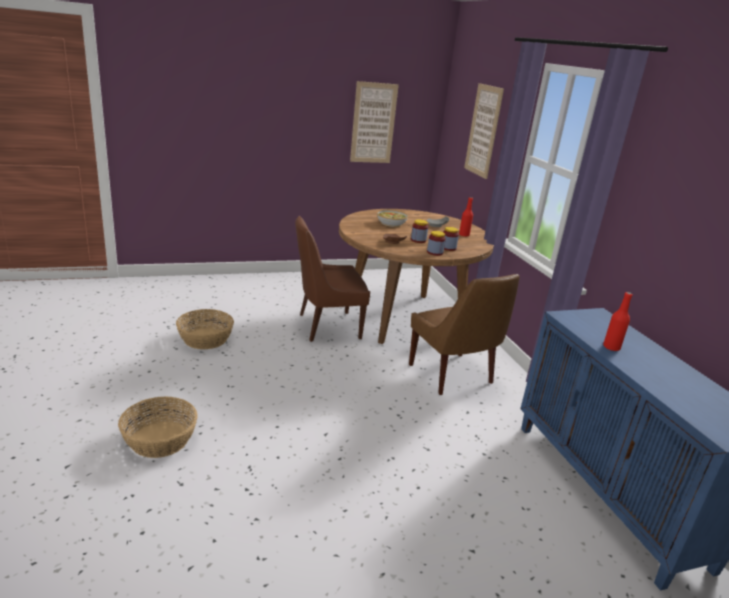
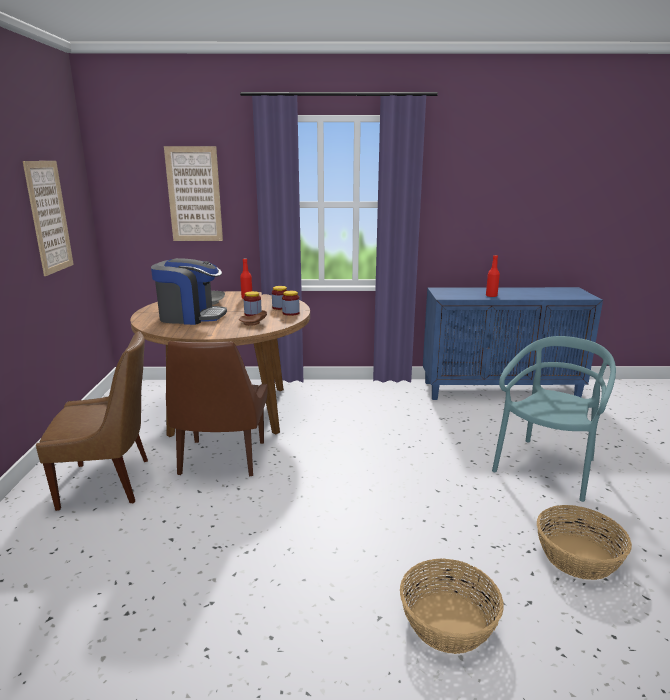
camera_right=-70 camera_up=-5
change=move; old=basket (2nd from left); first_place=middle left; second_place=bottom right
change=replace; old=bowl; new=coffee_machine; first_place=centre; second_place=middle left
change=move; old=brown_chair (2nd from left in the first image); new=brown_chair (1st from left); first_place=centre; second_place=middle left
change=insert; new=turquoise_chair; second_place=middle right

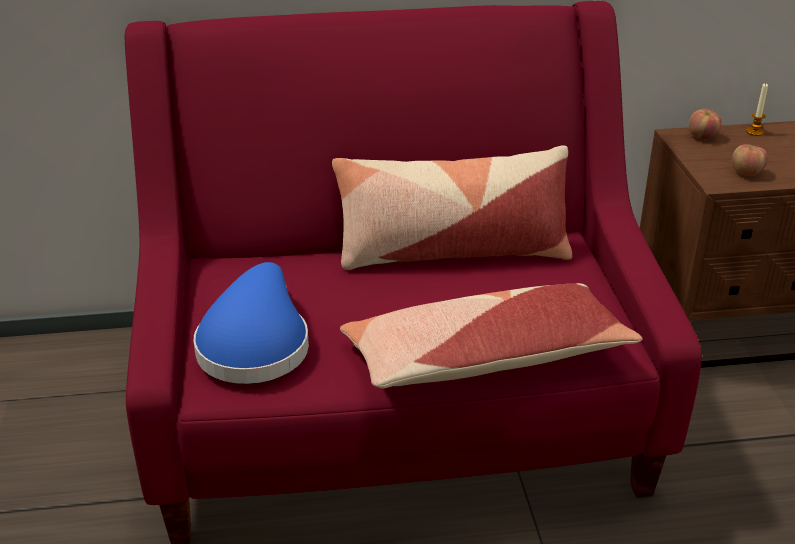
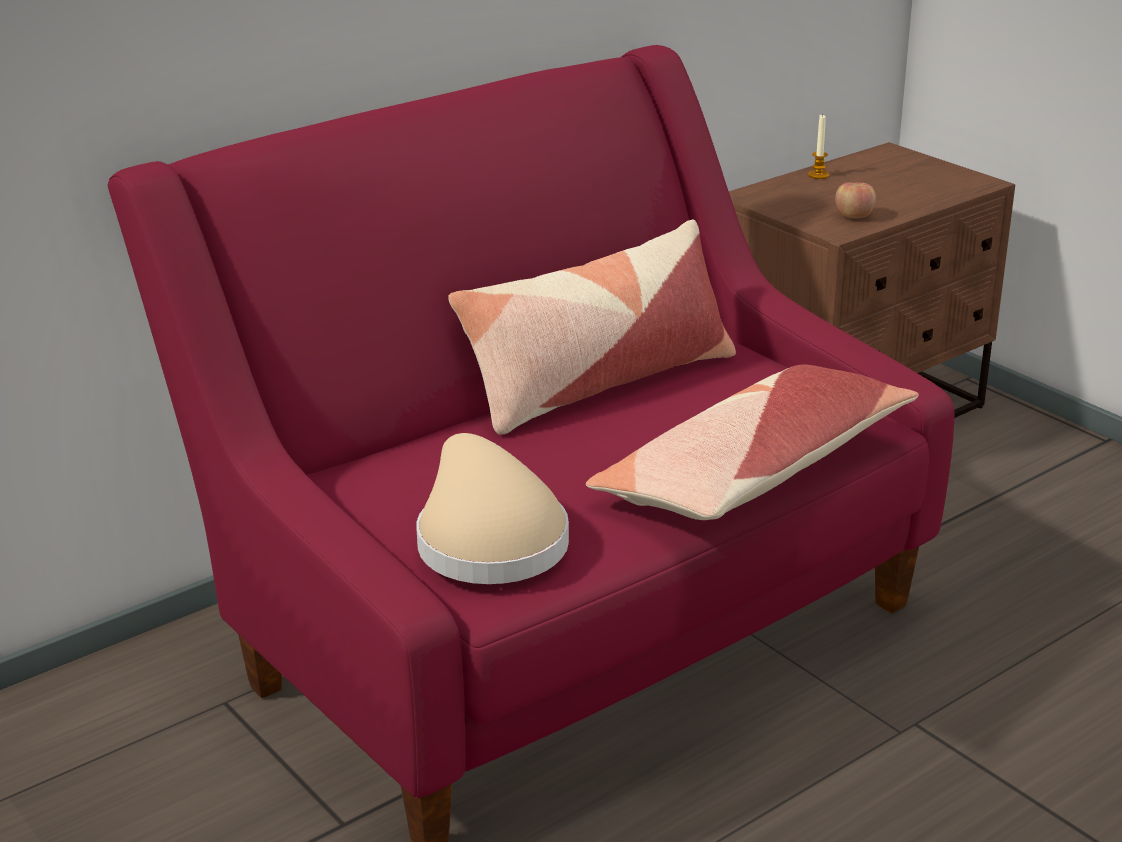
camera_right=-30 camera_up=-5
change=recolor; old=blue_hat; new=beige_hat; first_place=middle left; second_place=centre
change=delete; old=apple (1st from left); first_place=top right

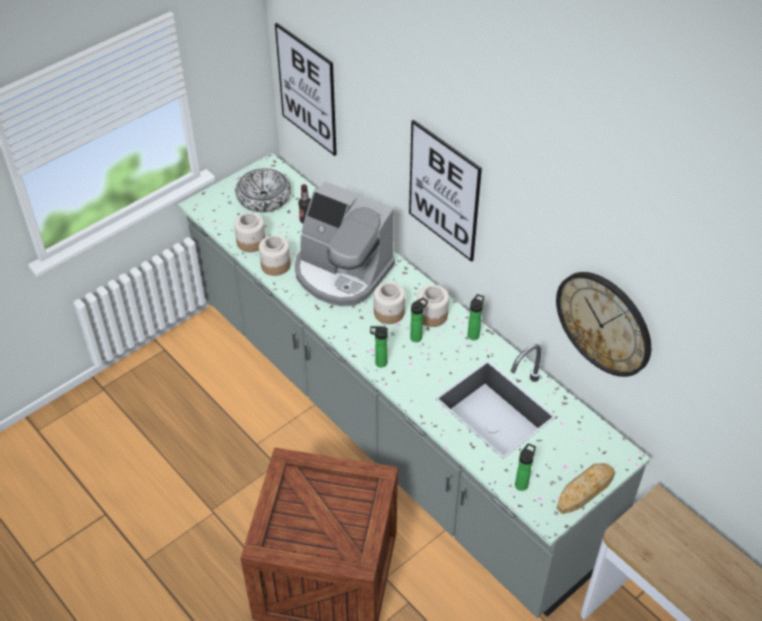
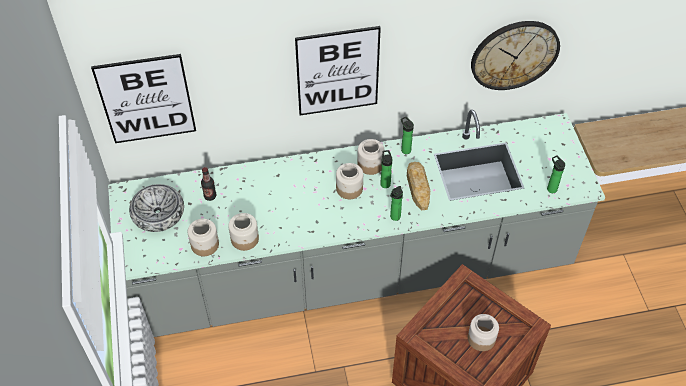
camera_right=-60 camera_up=5
change=delete; old=coffee_machine; first_place=centre
change=move; old=bread; first_place=bottom right; second_place=centre
change=insert; new=jar (5th from left); second_place=bottom right

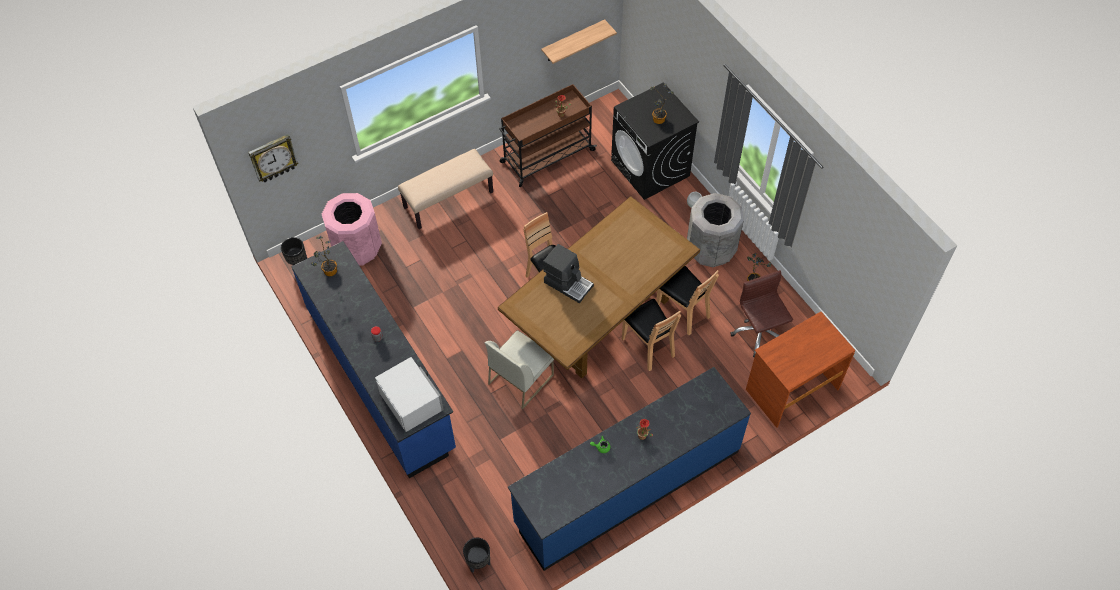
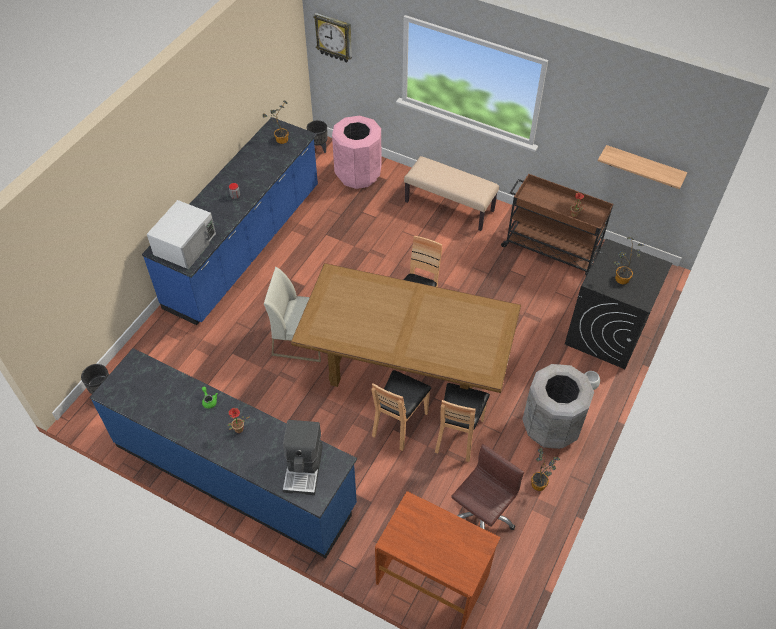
camera_right=60 camera_up=-5
change=move; old=coffee_machine; first_place=centre; second_place=bottom centre

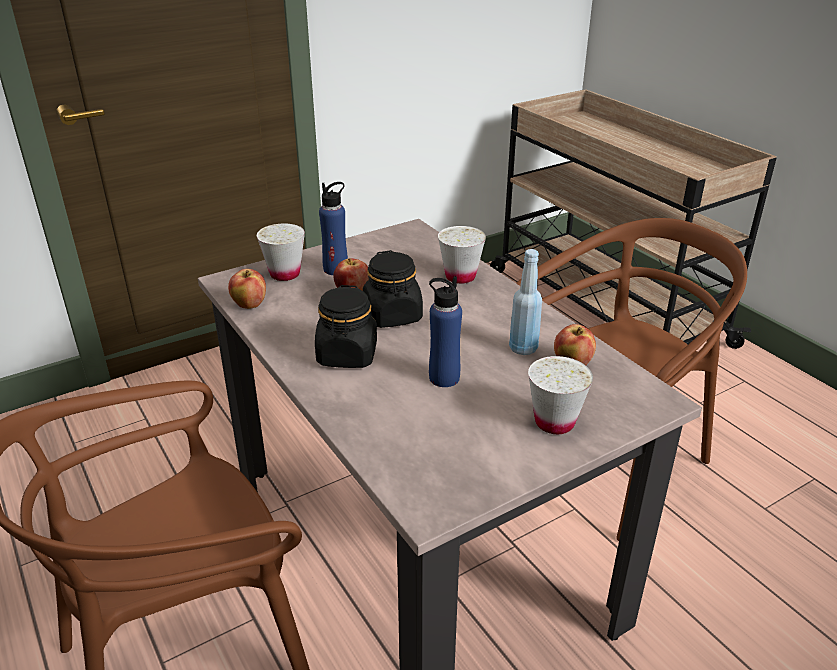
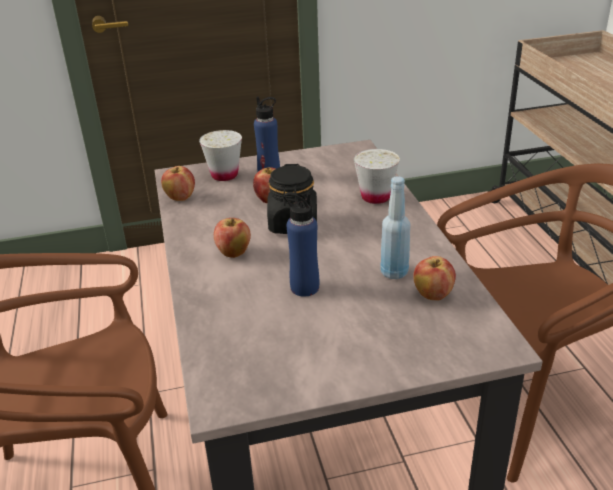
camera_right=20 camera_up=0
change=replace; old=black_jar (1st from left); new=apple (2nd from left); first_place=centre; second_place=centre
change=delete; old=white_cup (3rd from left); first_place=middle right

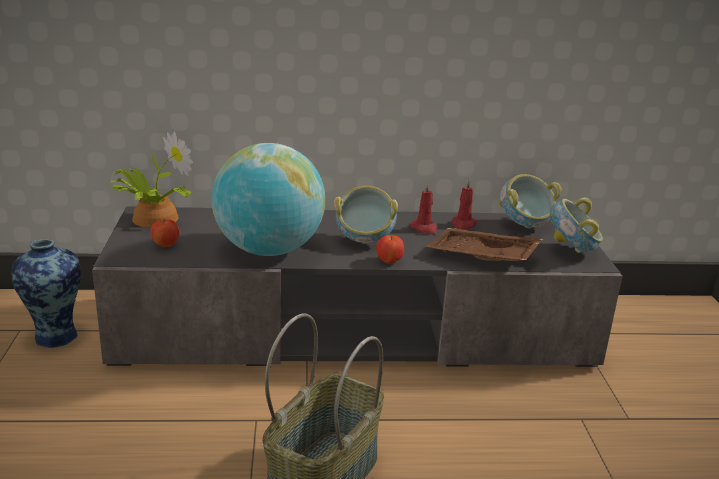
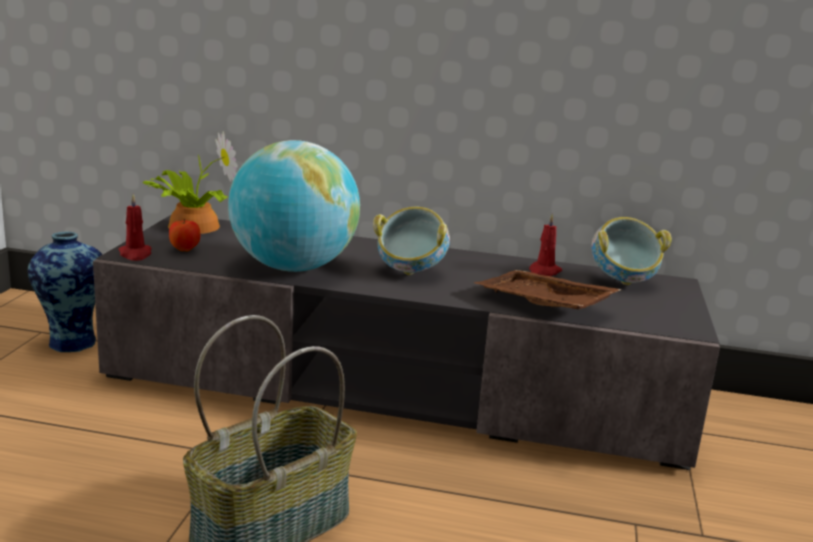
camera_right=15 camera_up=-5
change=delete; old=apple (2nd from left); first_place=centre
change=move; old=red_candle (1st from left); first_place=centre; second_place=middle left
change=delete; old=bowl (3rd from left); first_place=middle right

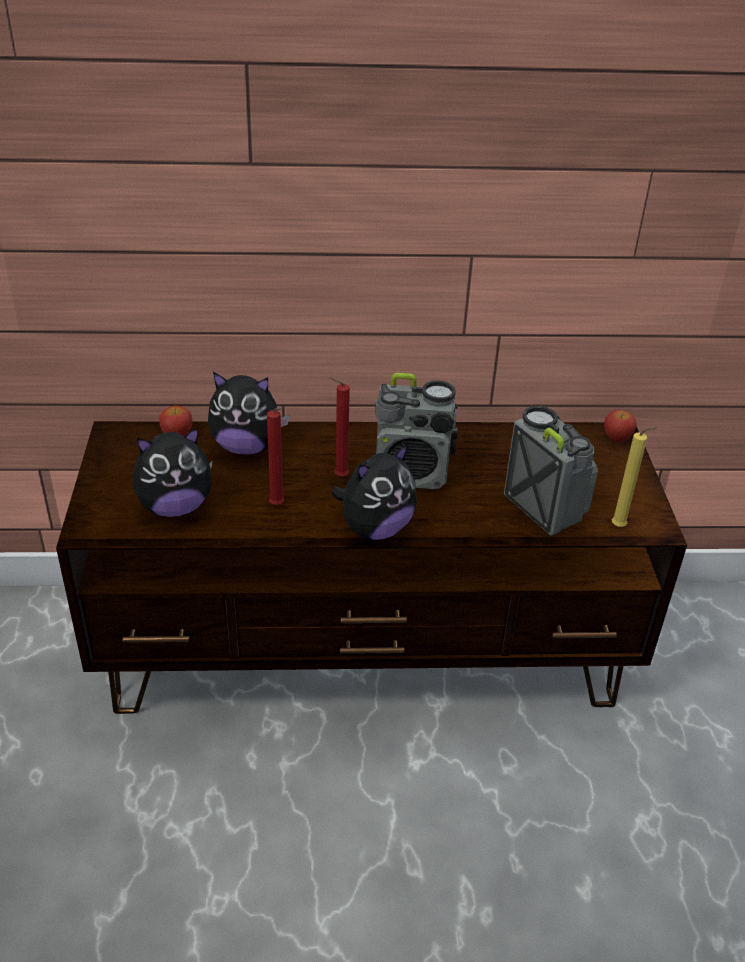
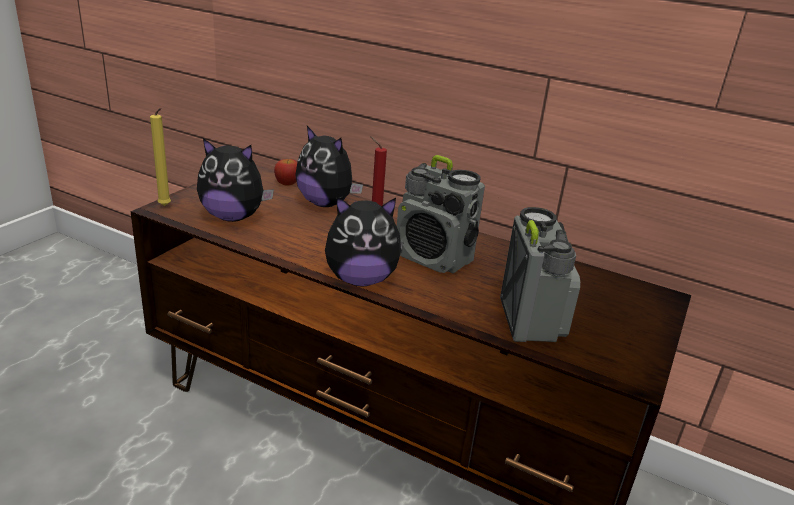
camera_right=30 camera_up=-10
change=delete; old=red_candle (1st from left); first_place=centre
change=delete; old=apple (2nd from left); first_place=middle right
change=move; old=yellow_candle; first_place=middle right; second_place=top left

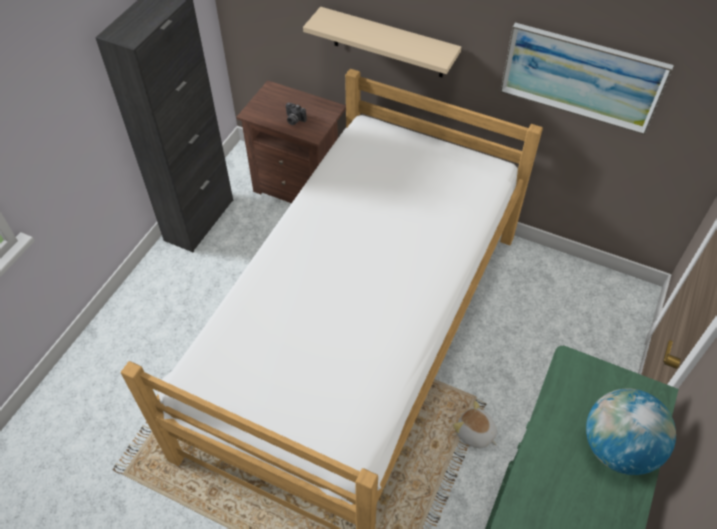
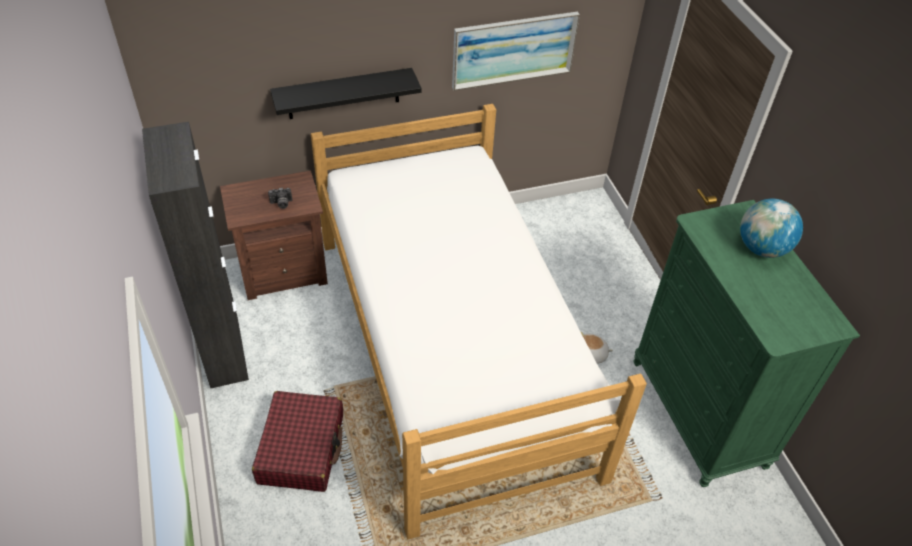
camera_right=-45 camera_up=-5
change=recolor; old=beige_shelf; new=black_shelf; first_place=top centre; second_place=top centre
change=insert; new=red_suitcase; second_place=bottom left

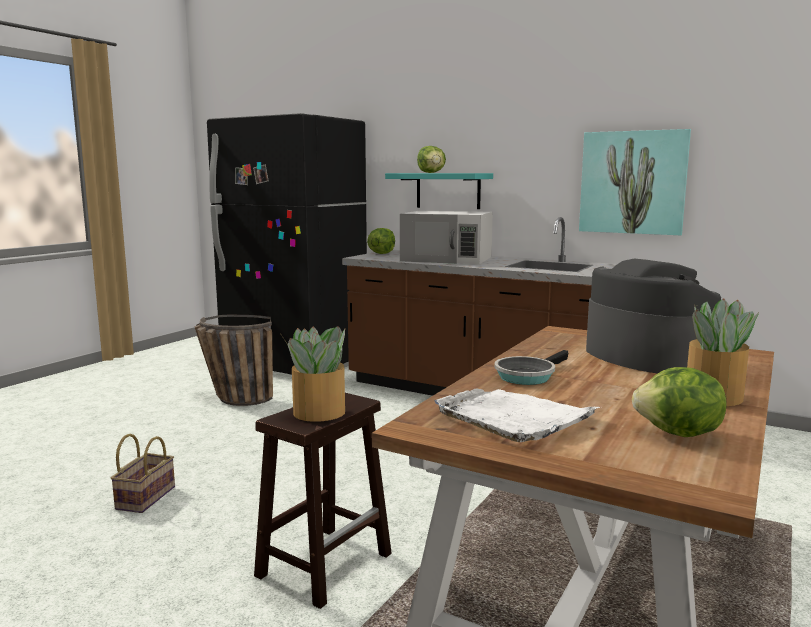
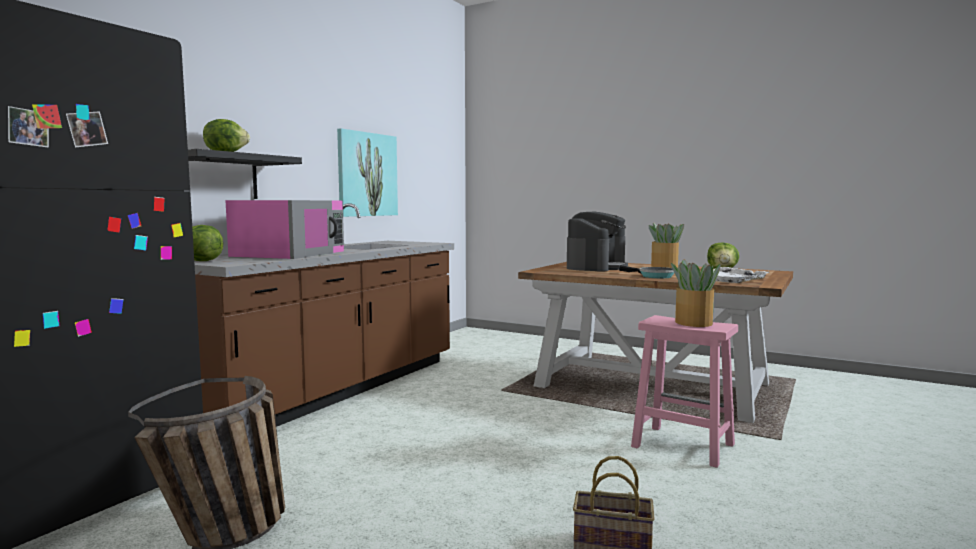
camera_right=-90 camera_up=-5
change=recolor; old=brown_stool; new=pink_stool; first_place=bottom centre; second_place=bottom right
change=recolor; old=turquoise_shelf; new=black_shelf; first_place=top centre; second_place=top left
change=recolor; old=white_microwave; new=pink_microwave; first_place=centre; second_place=middle left
change=rotate; old=coffee_machine; first_place=middle right; second_place=centre; degrees=150

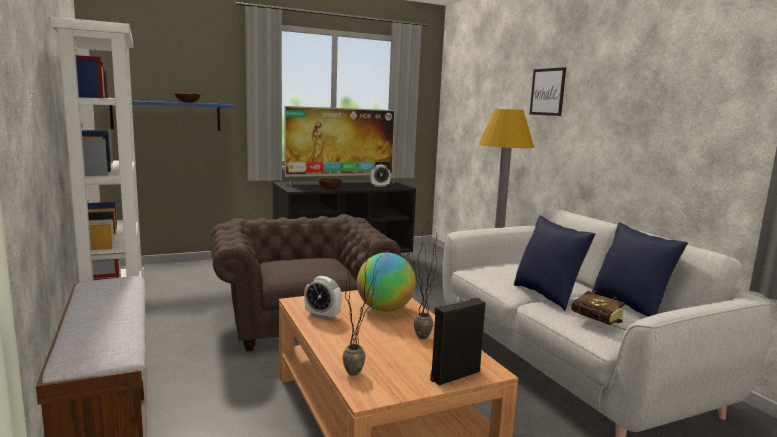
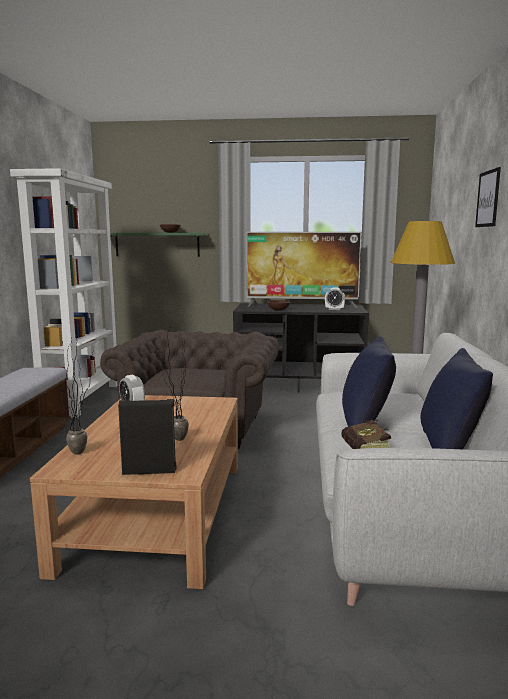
camera_right=30 camera_up=0
change=recolor; old=blue_shelf; new=green_shelf; first_place=top left; second_place=middle left
change=delete; old=globe; first_place=centre

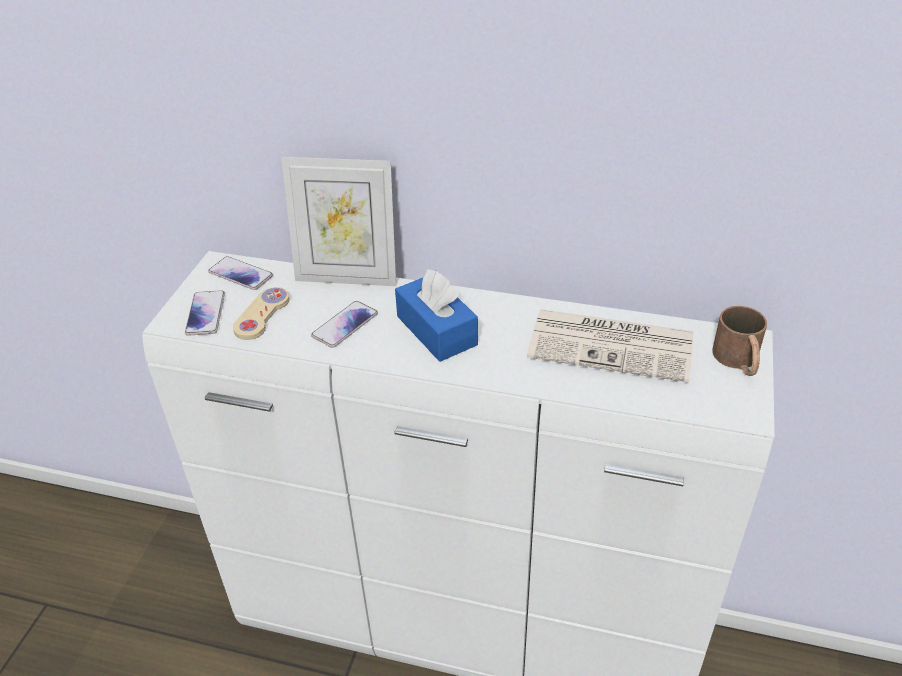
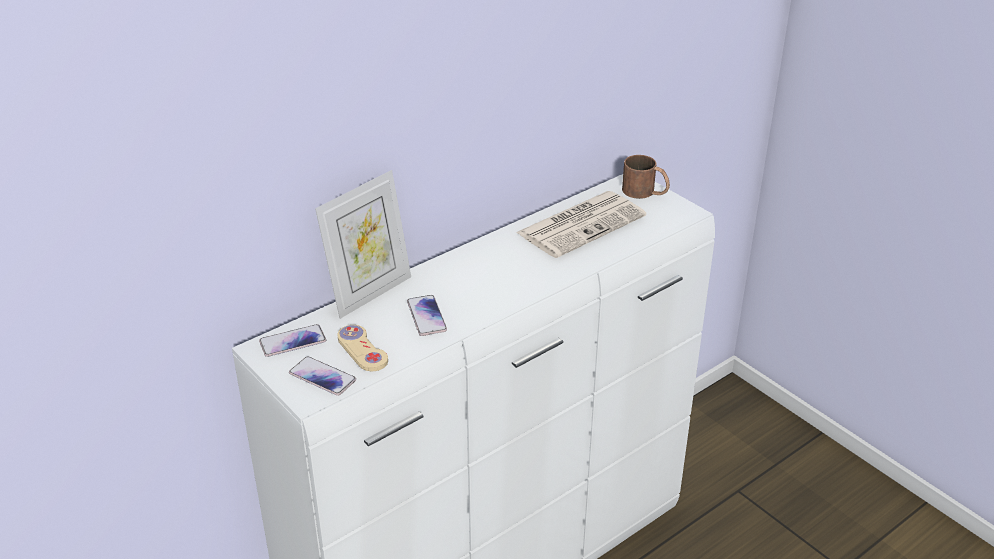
camera_right=-55 camera_up=-5
change=delete; old=blue_tissue_box; first_place=centre

